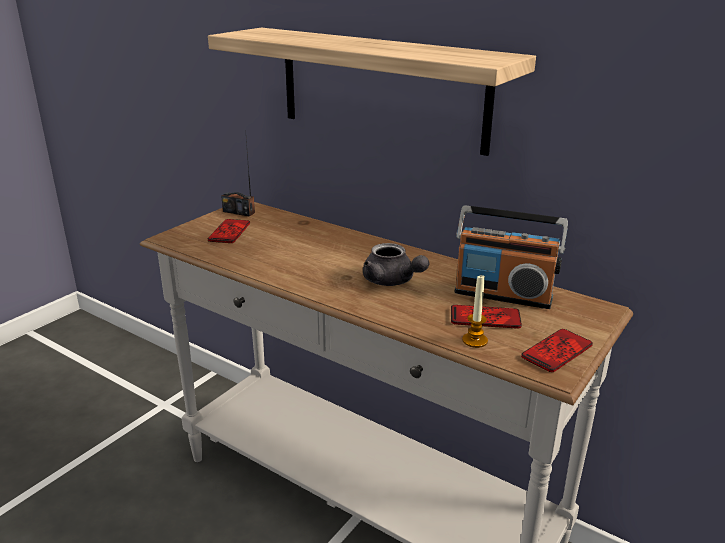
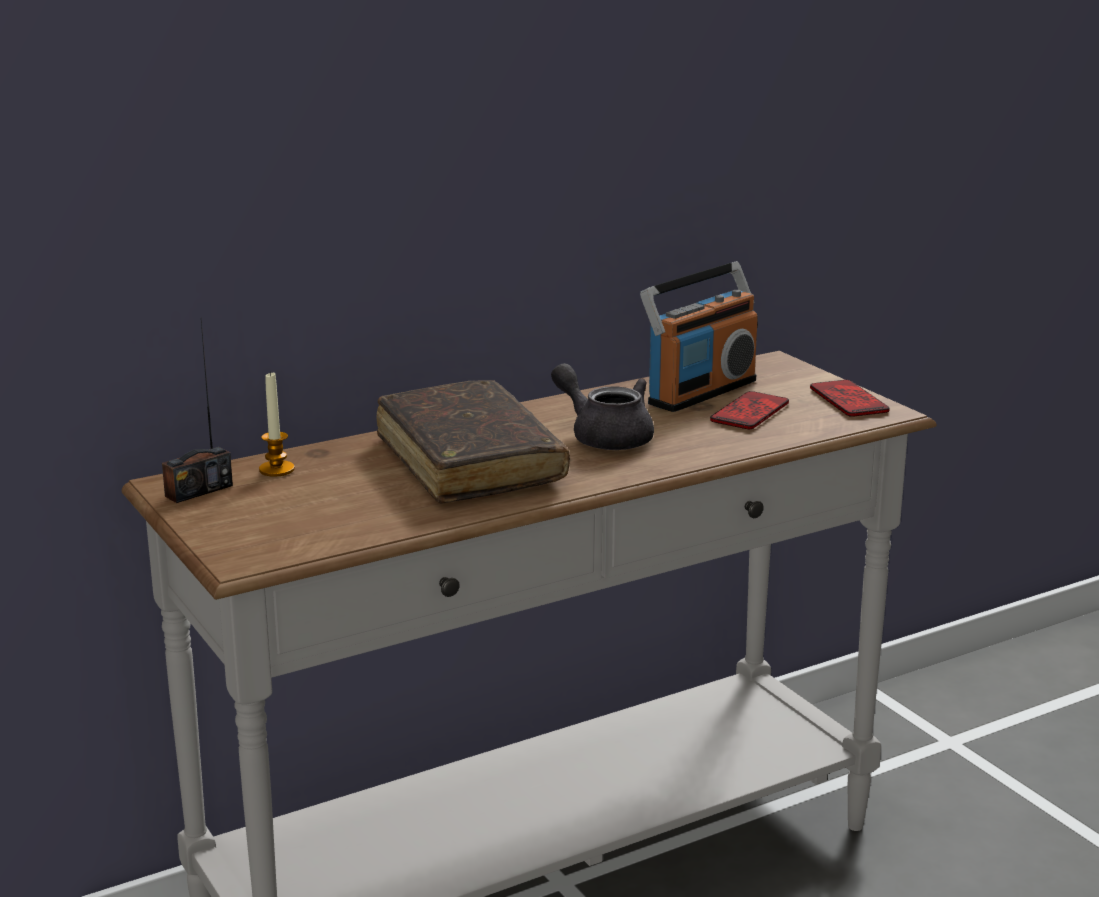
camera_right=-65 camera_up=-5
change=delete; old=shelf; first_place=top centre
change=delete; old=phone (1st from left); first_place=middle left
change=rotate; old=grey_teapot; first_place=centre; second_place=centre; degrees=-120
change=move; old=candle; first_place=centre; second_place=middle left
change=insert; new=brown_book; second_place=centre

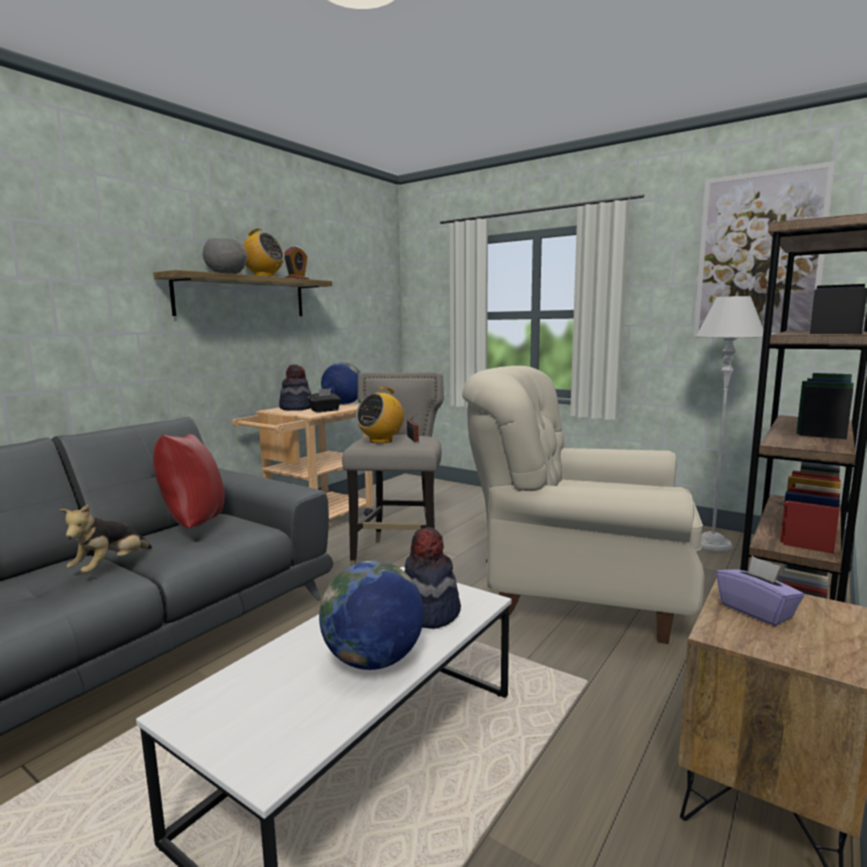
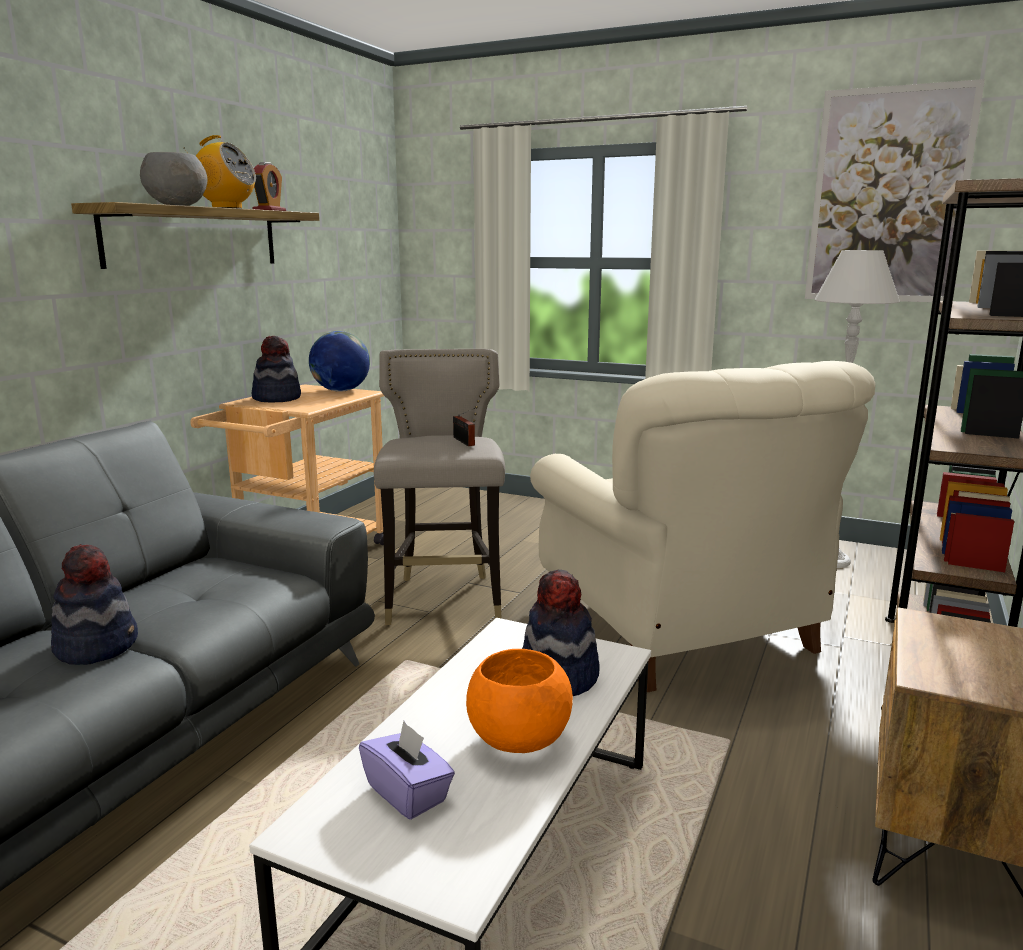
camera_right=-10 camera_up=5
change=replace; old=plush_toy; new=hat (1st from left); first_place=middle left; second_place=middle left
change=delete; old=red_pillow; first_place=middle left
change=delete; old=black_tissue_box; first_place=centre
change=replace; old=globe (2nd from left); new=orange_bowl; first_place=bottom centre; second_place=bottom centre
change=delete; old=radio (2nd from left); first_place=centre
change=rotate; old=beige_armchair; first_place=middle right; second_place=middle right; degrees=-120
change=move; old=purple_tissue_box; first_place=bottom right; second_place=bottom centre

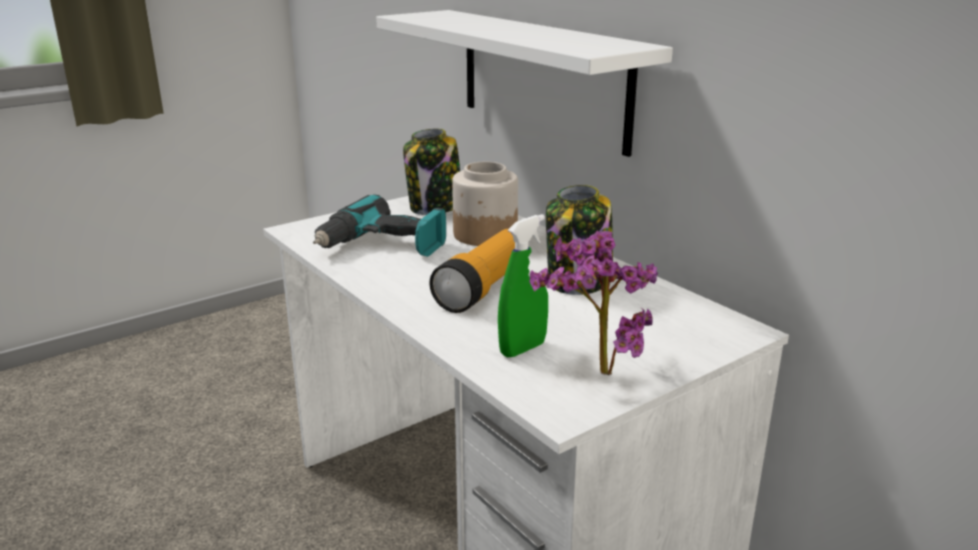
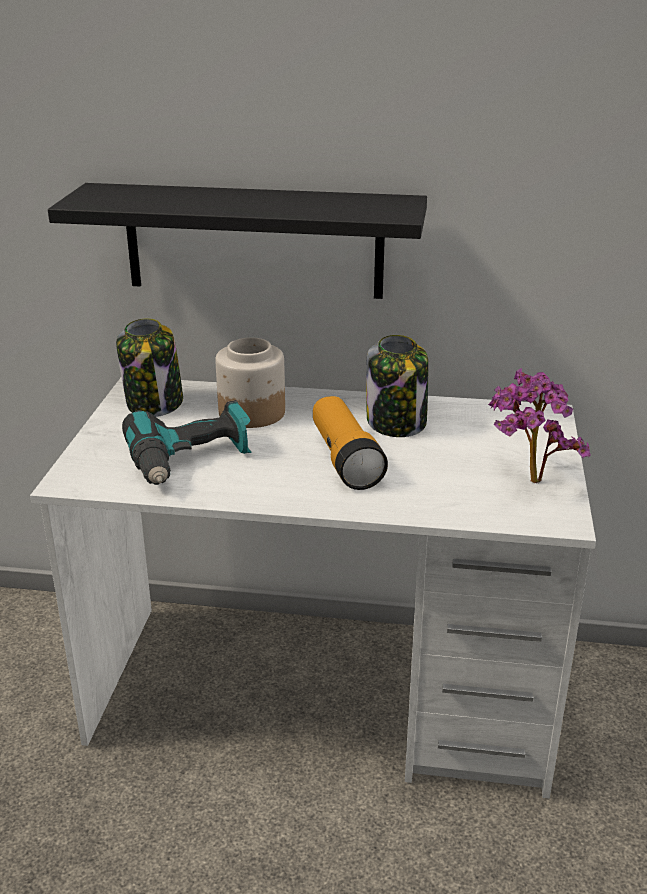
camera_right=-45 camera_up=5
change=recolor; old=white_shelf; new=black_shelf; first_place=top centre; second_place=top centre
change=delete; old=green_spray_bottle; first_place=centre

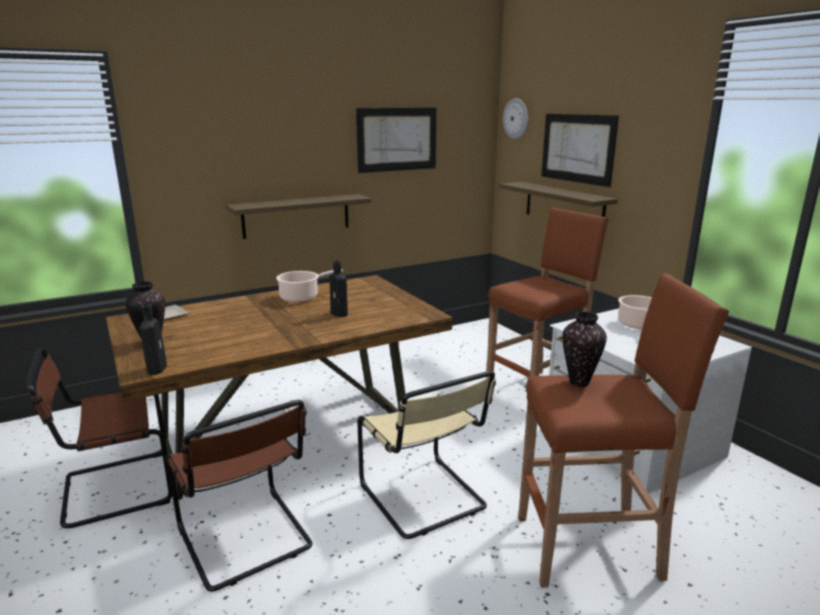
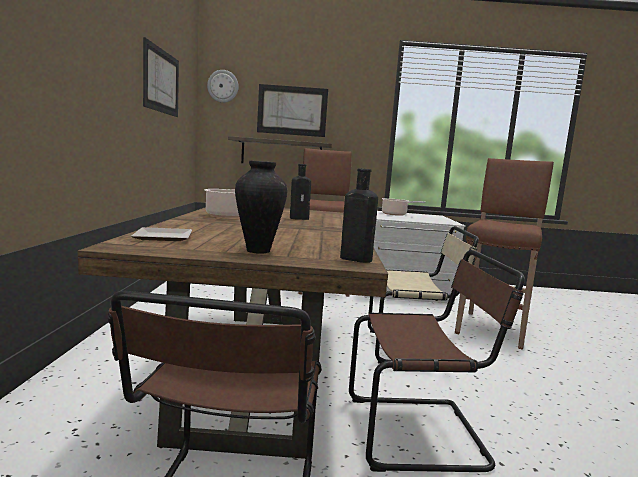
camera_right=-60 camera_up=-10
change=delete; old=shelf (1st from left); first_place=centre
change=delete; old=vase (2nd from left); first_place=middle right

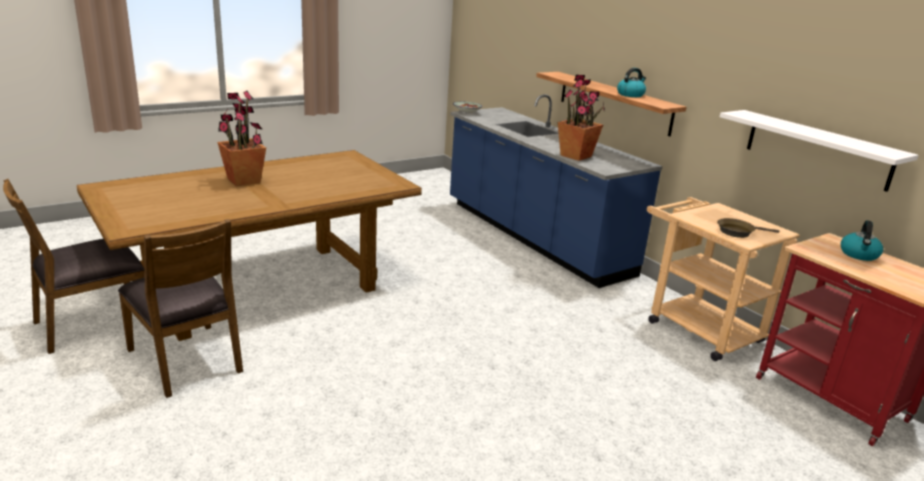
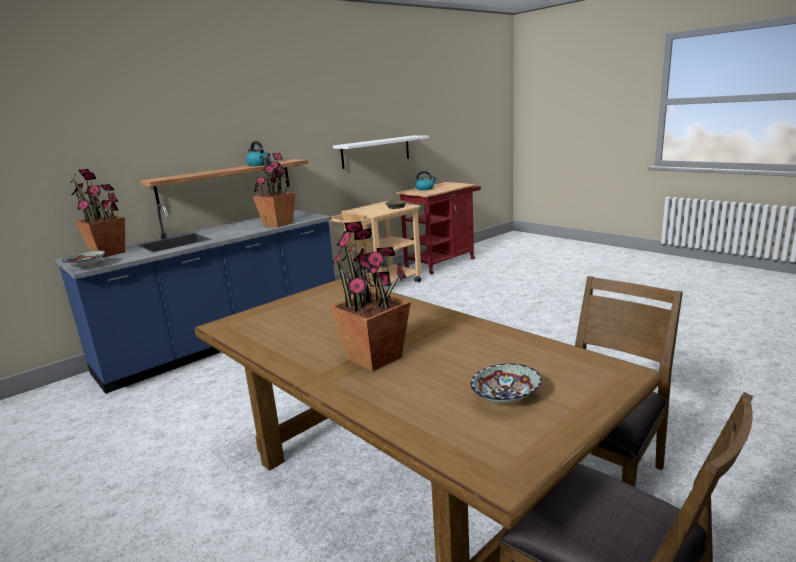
camera_right=-95 camera_up=-5
change=insert; new=potted_plant (1st from left); second_place=middle left
change=insert; new=bowl (2nd from left); second_place=bottom centre

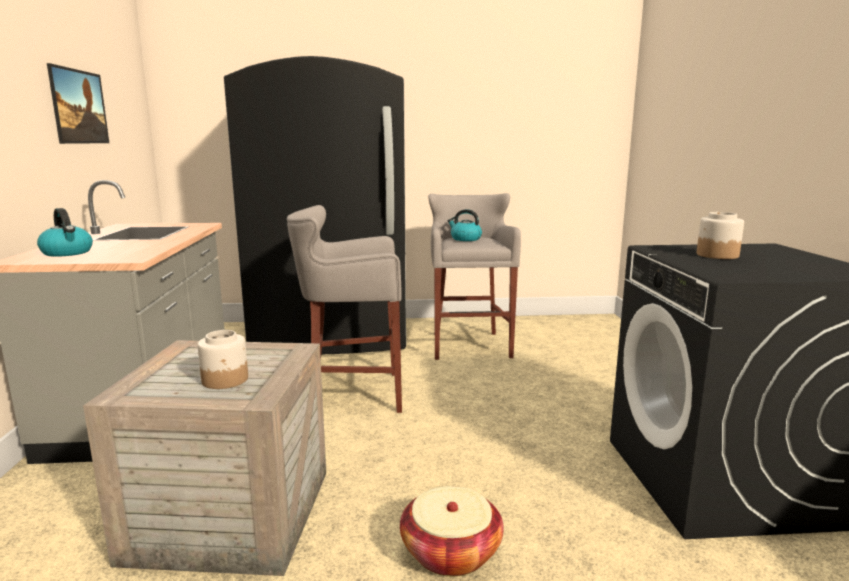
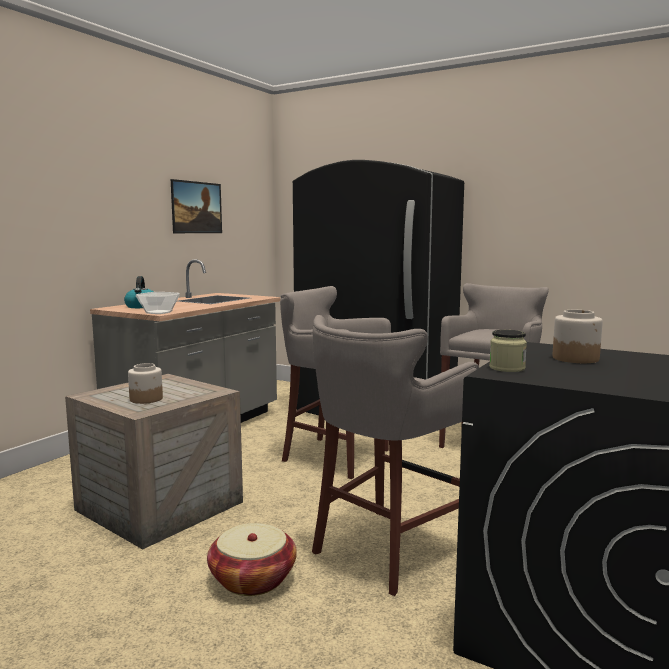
camera_right=35 camera_up=-5
change=delete; old=kettle (2nd from left); first_place=centre
change=insert; new=bowl; second_place=middle left
change=insert; new=grey_stool (2nd from left); second_place=bottom centre
change=insert; new=jar (2nd from left); second_place=middle right

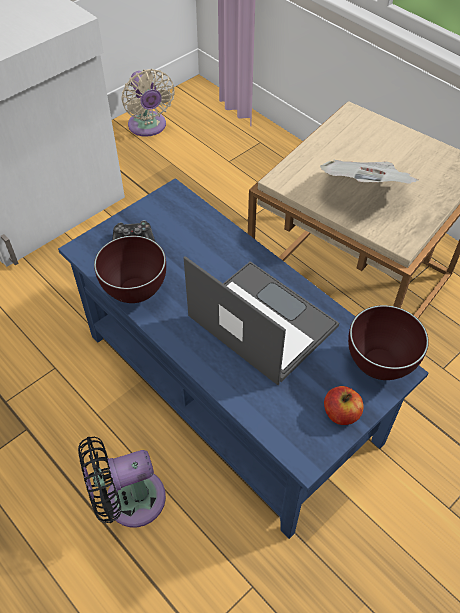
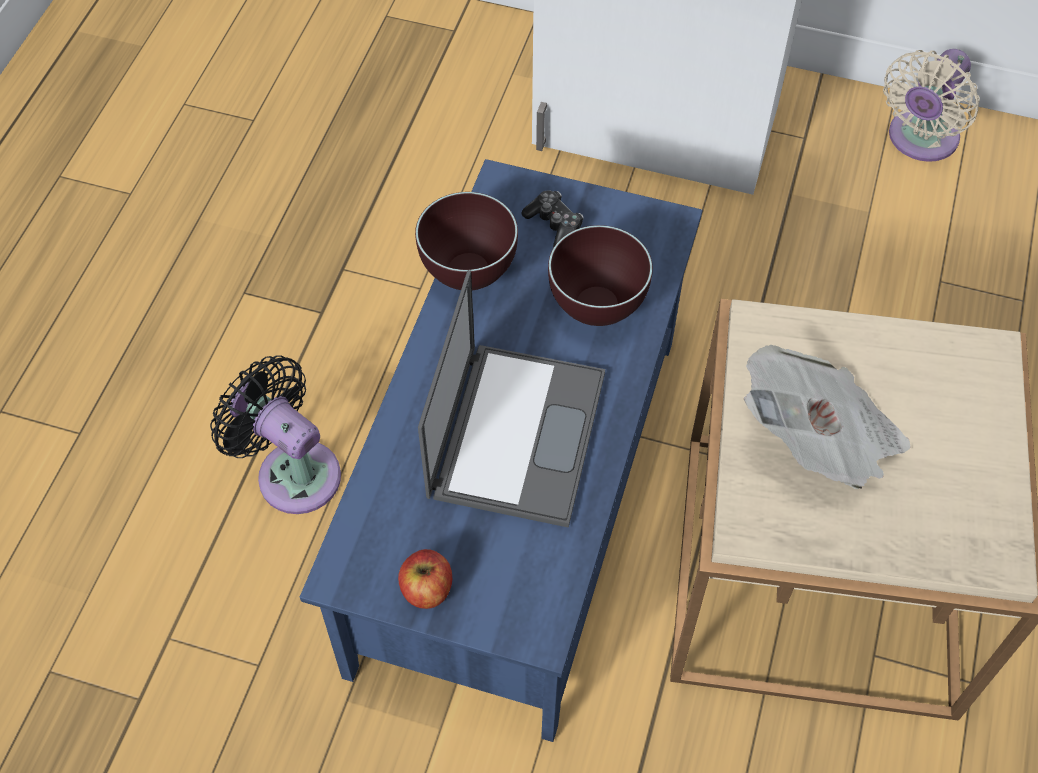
camera_right=60 camera_up=5
change=move; old=brown_bowl (2nd from left); first_place=middle right; second_place=centre

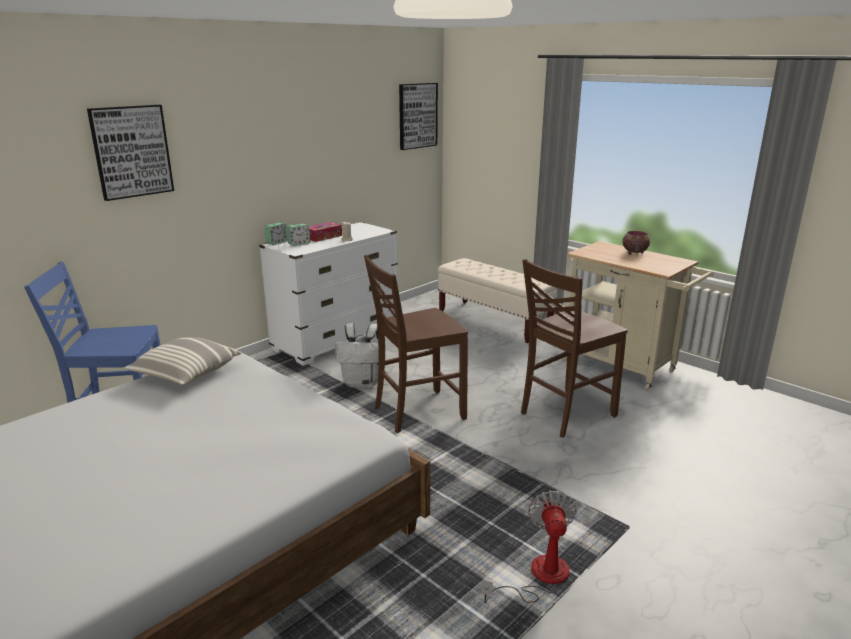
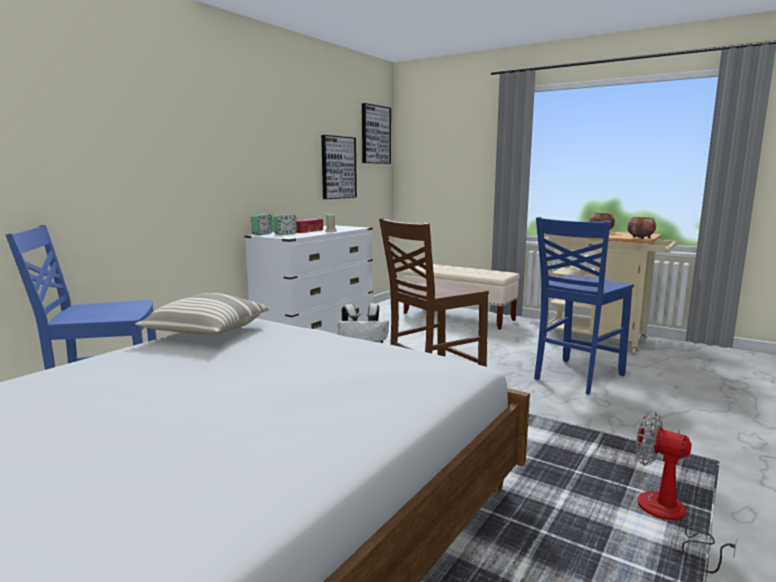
camera_right=-10 camera_up=-10
change=move; old=picture (1st from left); first_place=top left; second_place=top centre
change=rotate; old=fan; first_place=bottom centre; second_place=bottom right; degrees=-45
change=recolor; old=brown_chair (2nd from left); new=blue_chair (2nd from left); first_place=middle right; second_place=middle right
change=insert; new=bowl (2nd from left); second_place=middle right

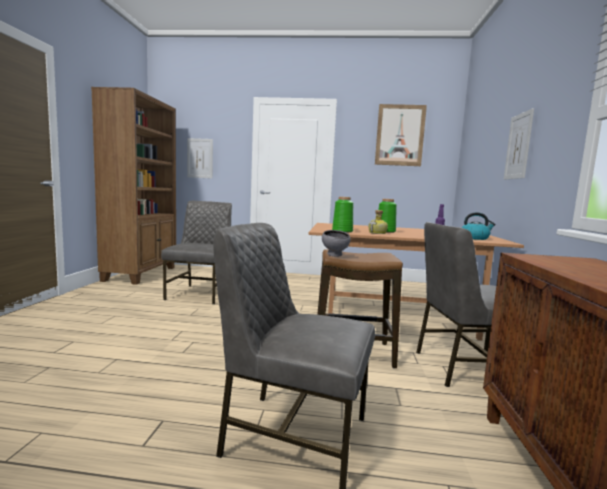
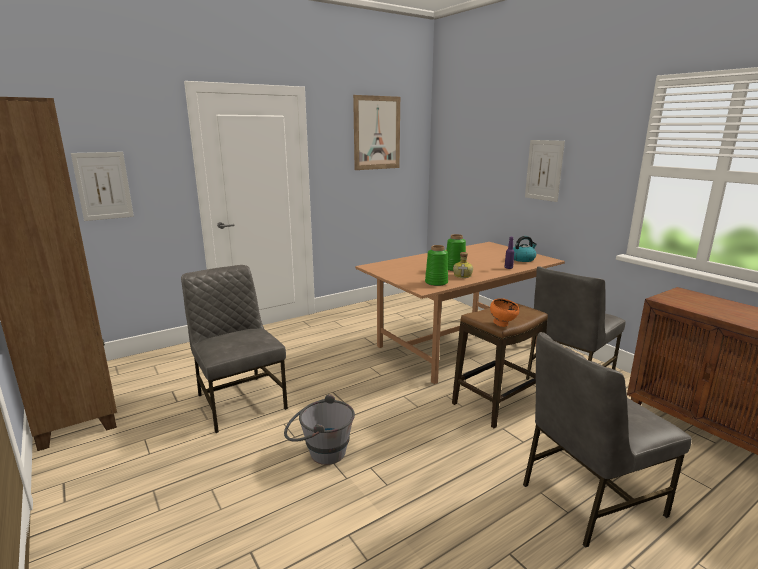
camera_right=-40 camera_up=10
change=recolor; old=grey_bowl; new=orange_bowl; first_place=centre; second_place=centre
change=insert; new=grey_bucket; second_place=bottom centre

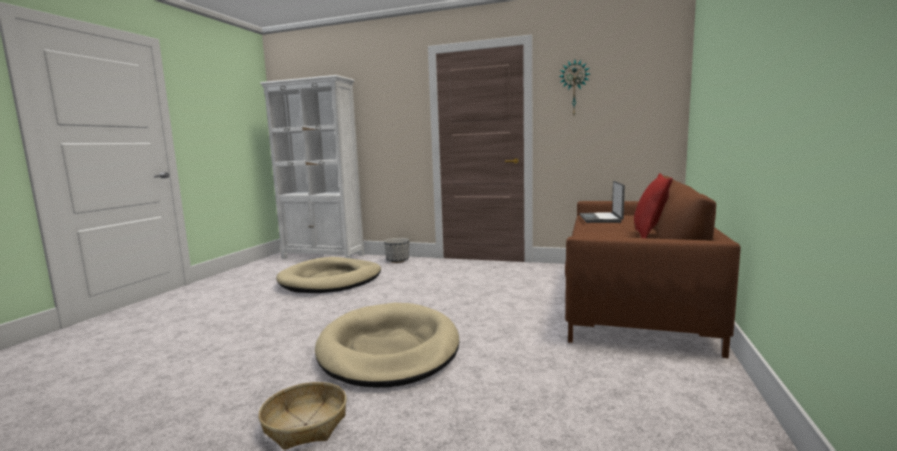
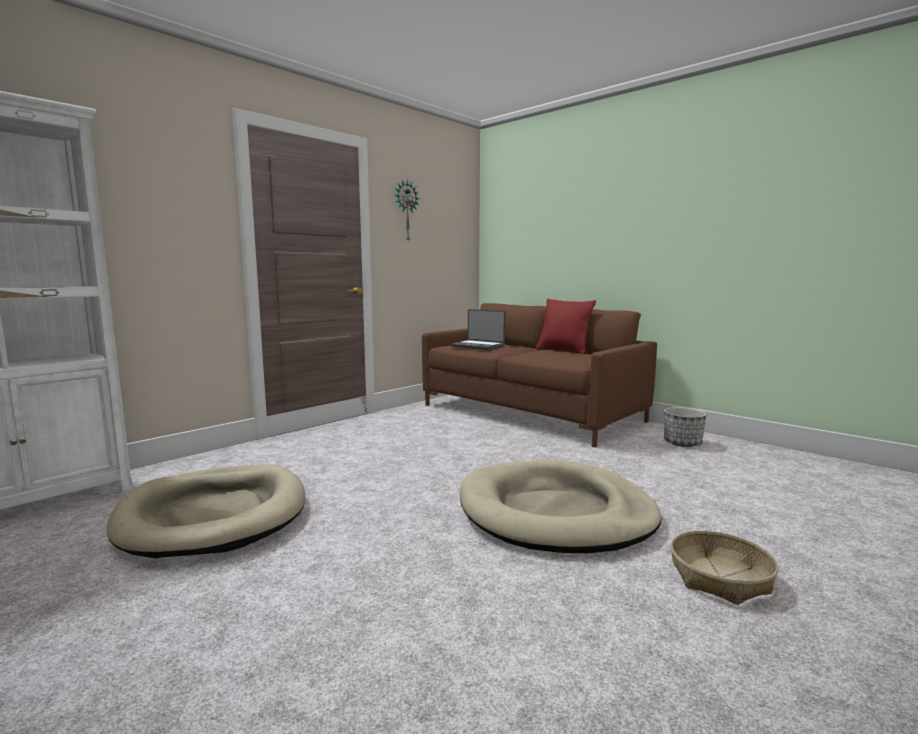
camera_right=-65 camera_up=0
change=move; old=planter; first_place=centre; second_place=middle right

